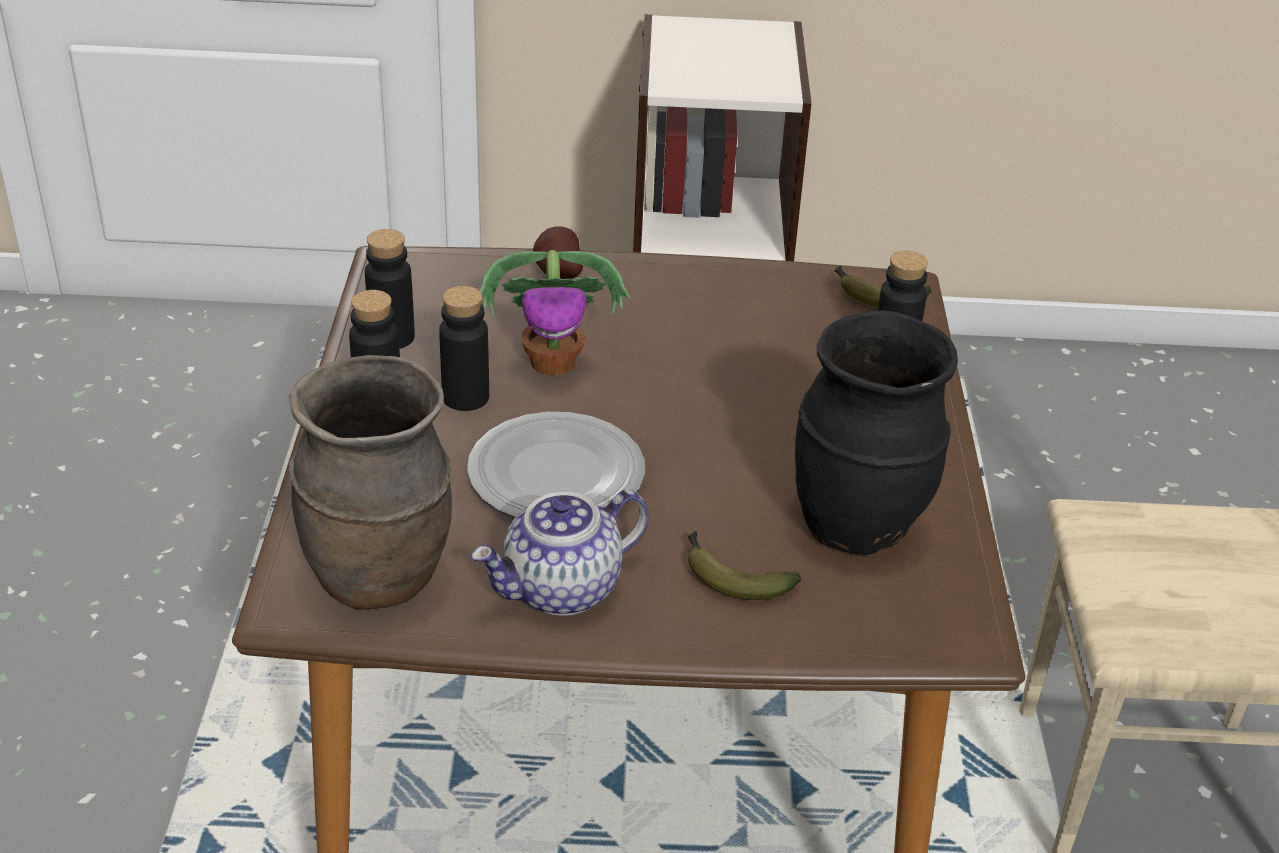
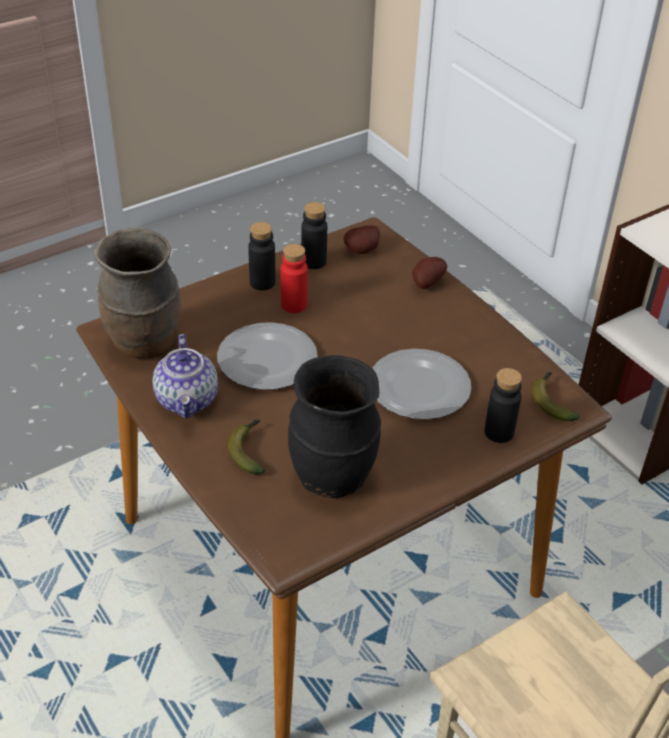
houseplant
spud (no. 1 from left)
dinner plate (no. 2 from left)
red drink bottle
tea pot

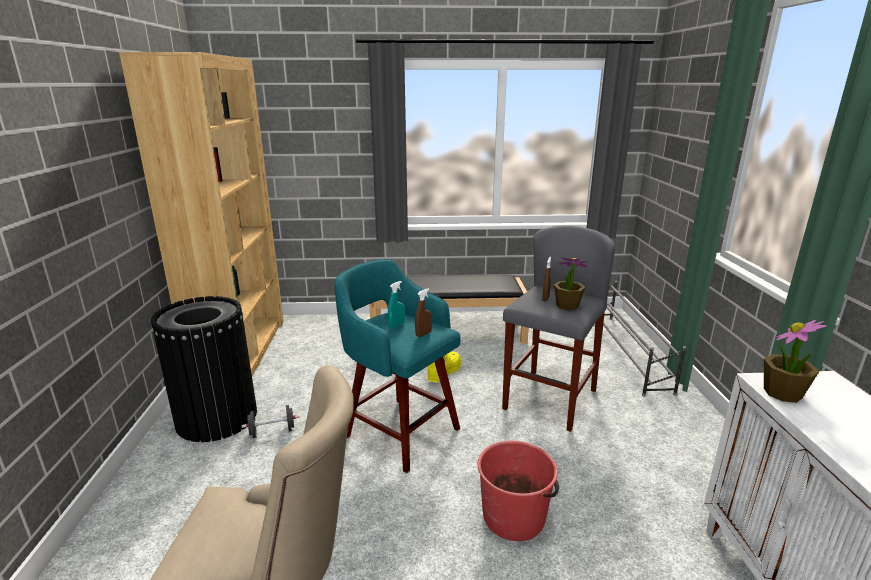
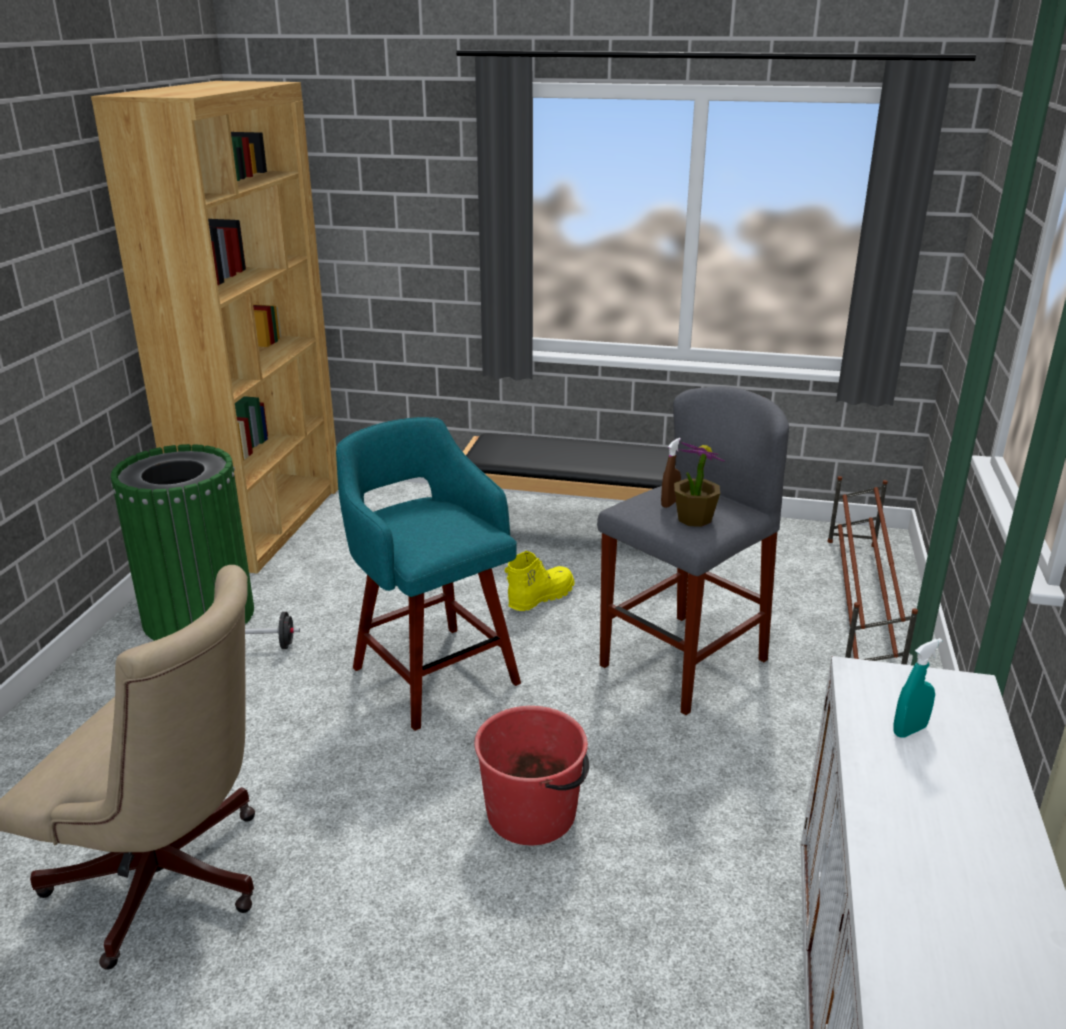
brownish spray bottle (no. 1 from left in the first image)
houseplant (no. 2 from left in the first image)
turquoise-coloured spray bottle
green-coloured rubbish bin
brownish shoe rack

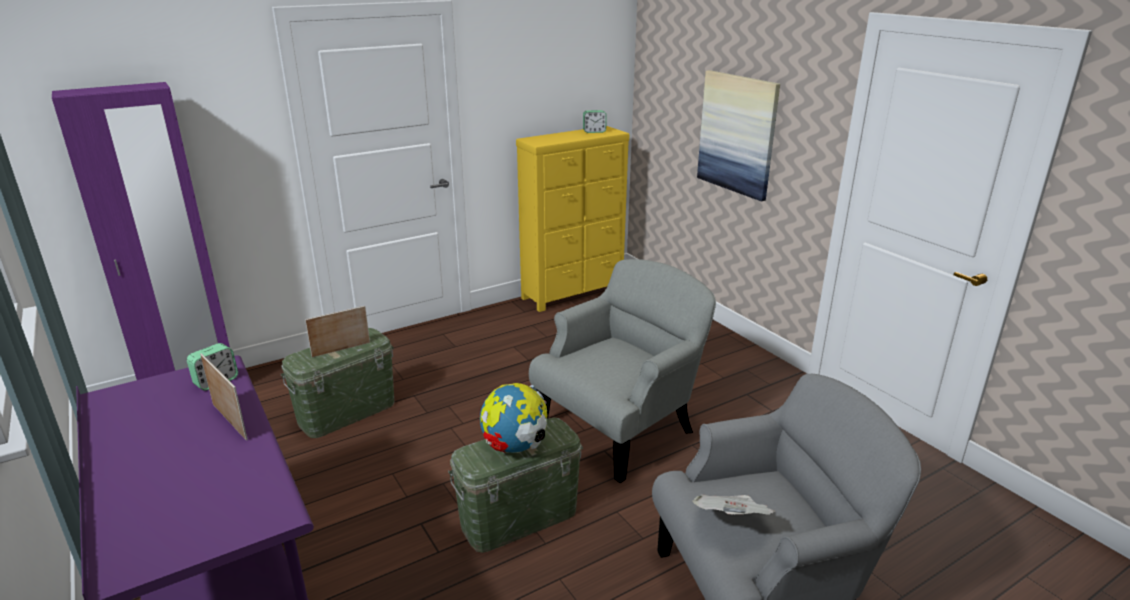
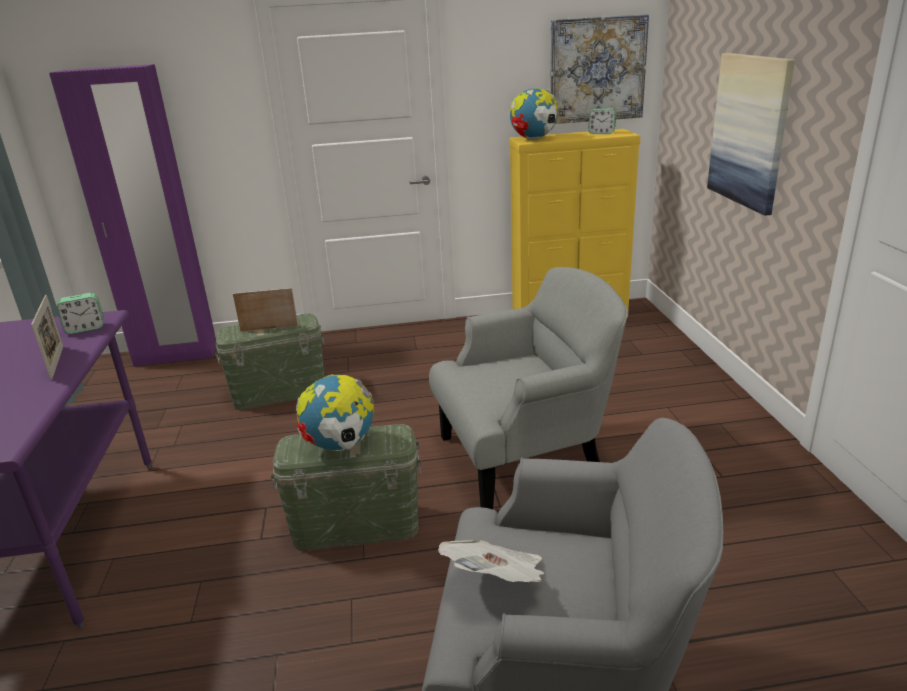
world globe (no. 2 from left)
wall art (no. 1 from left)

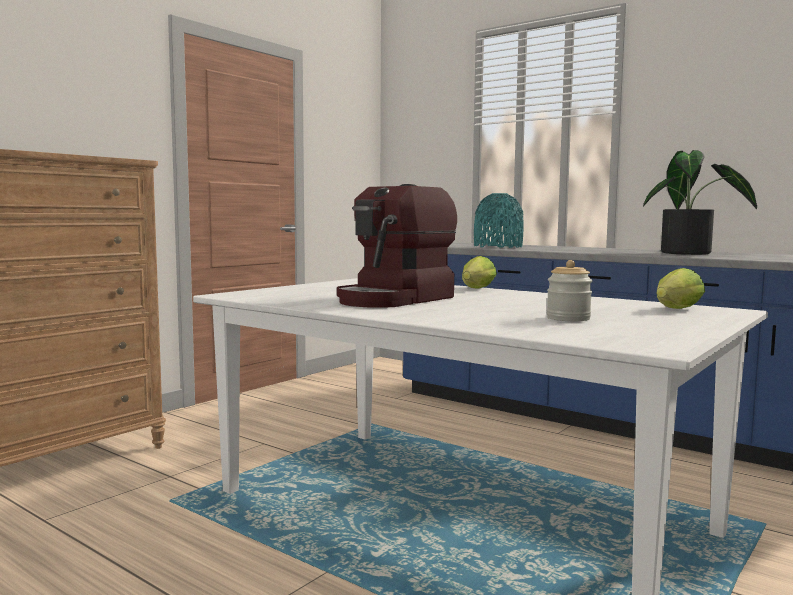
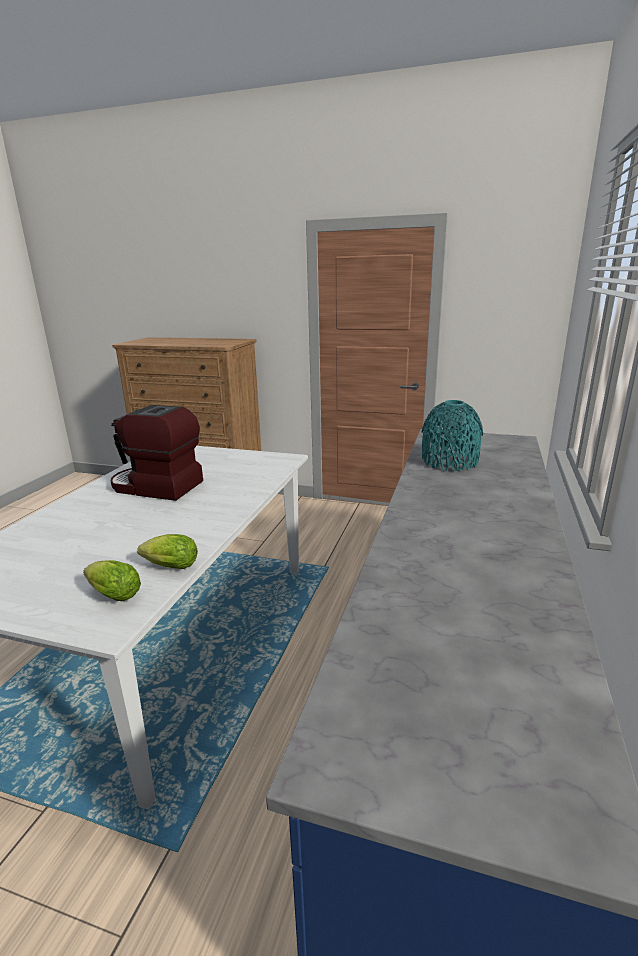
preserve jar
houseplant
lettuce (no. 2 from left)

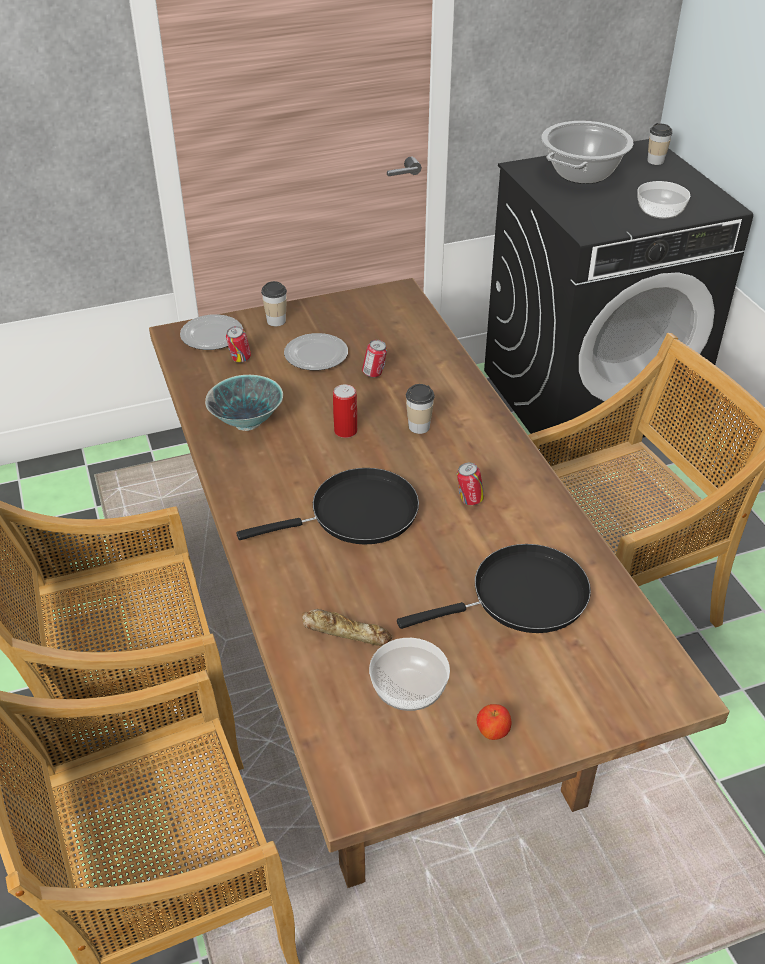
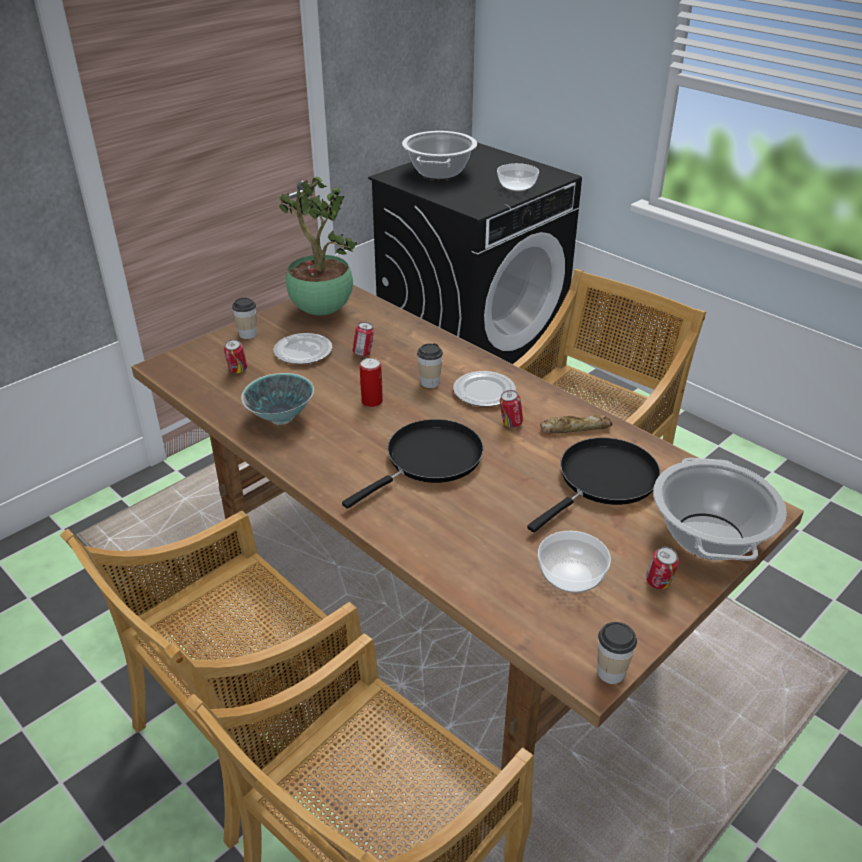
houseplant
cooking pot (no. 2 from left)
dinner plate (no. 2 from left)
baked bread
drinking cup (no. 3 from left)
metal can (no. 5 from left)

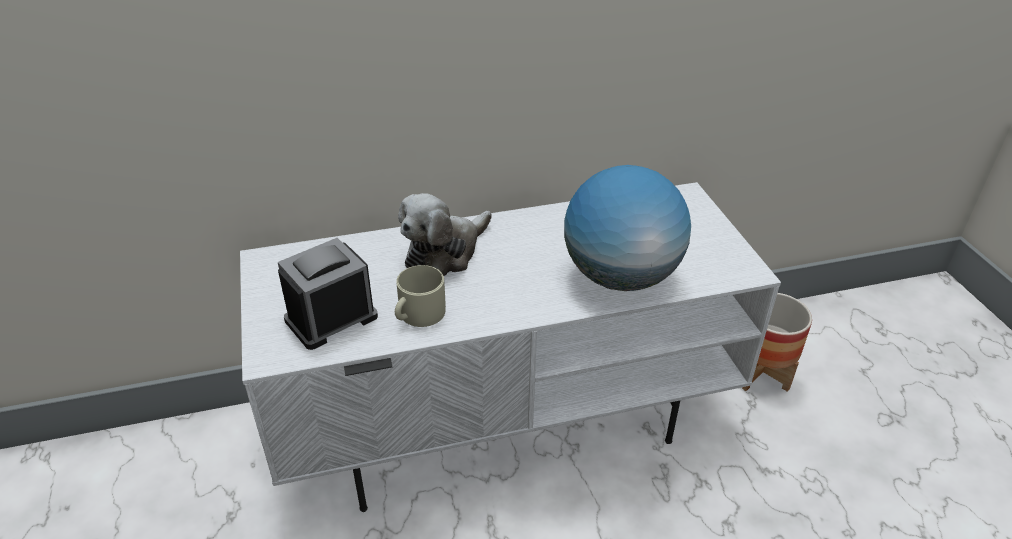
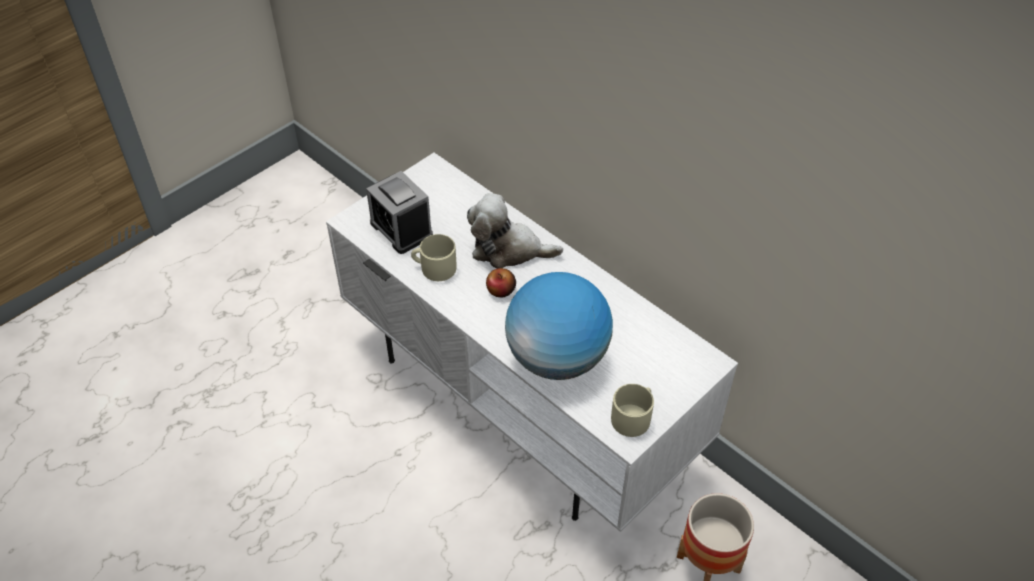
whole apple
beige-coloured mug (no. 2 from left)
alarm clock

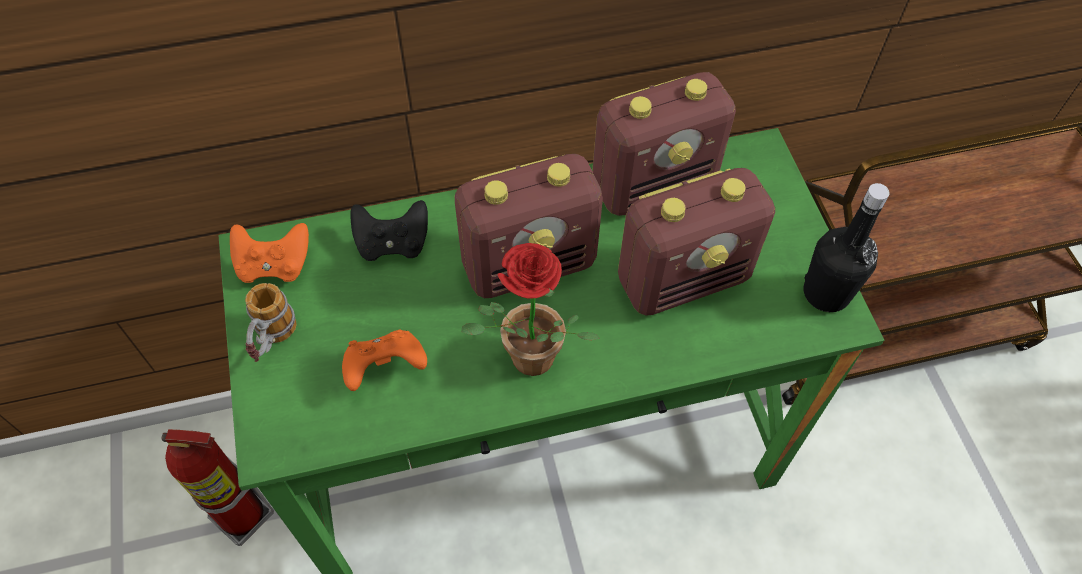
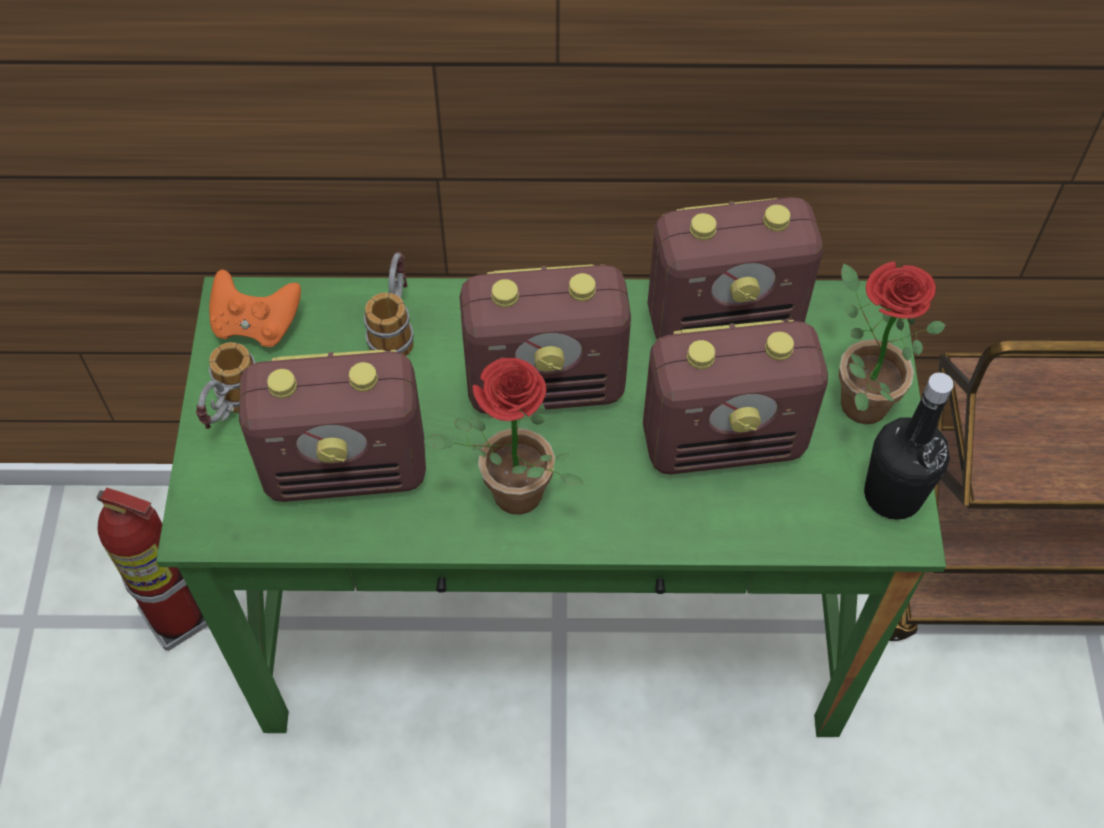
houseplant (no. 2 from left)
radio set (no. 1 from left)
mug (no. 2 from left)

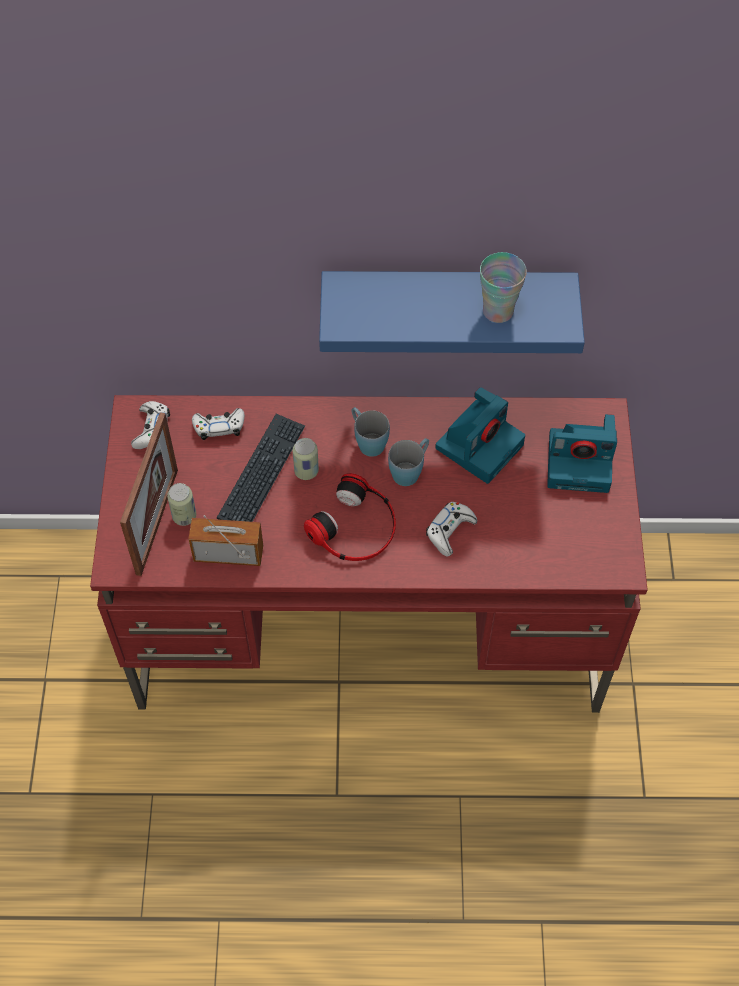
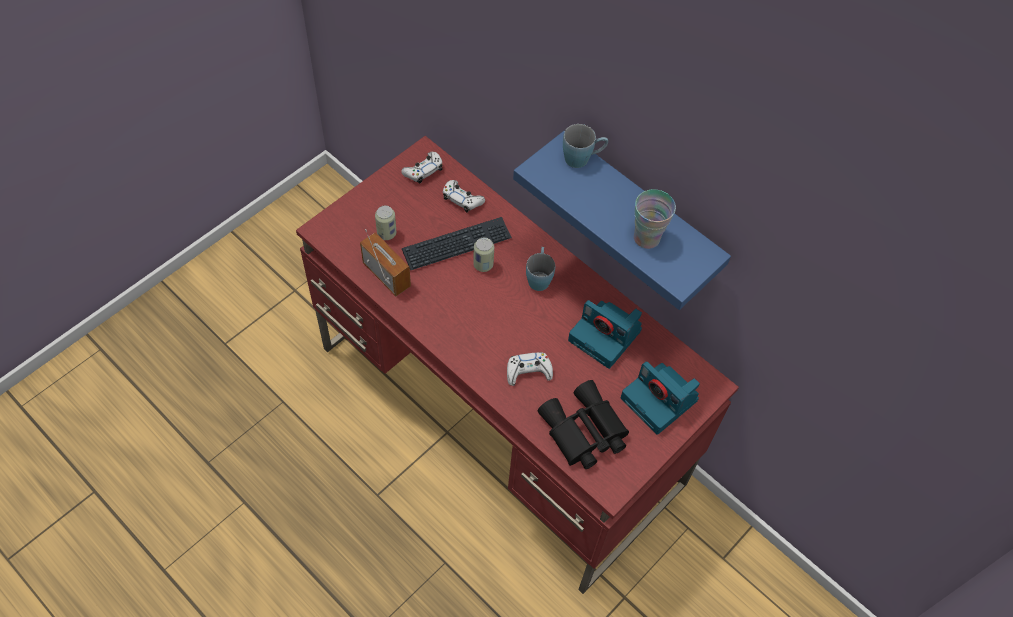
standing frame
pair of headphones
blackish binoculars
bluish mug (no. 2 from left)
photo camera (no. 1 from left)

